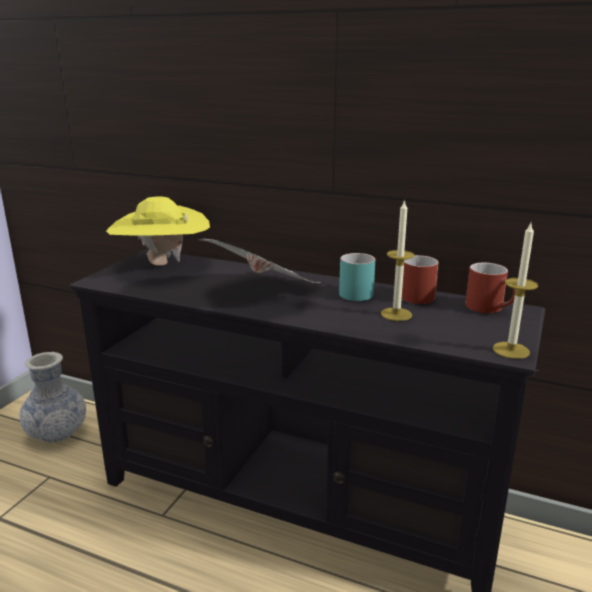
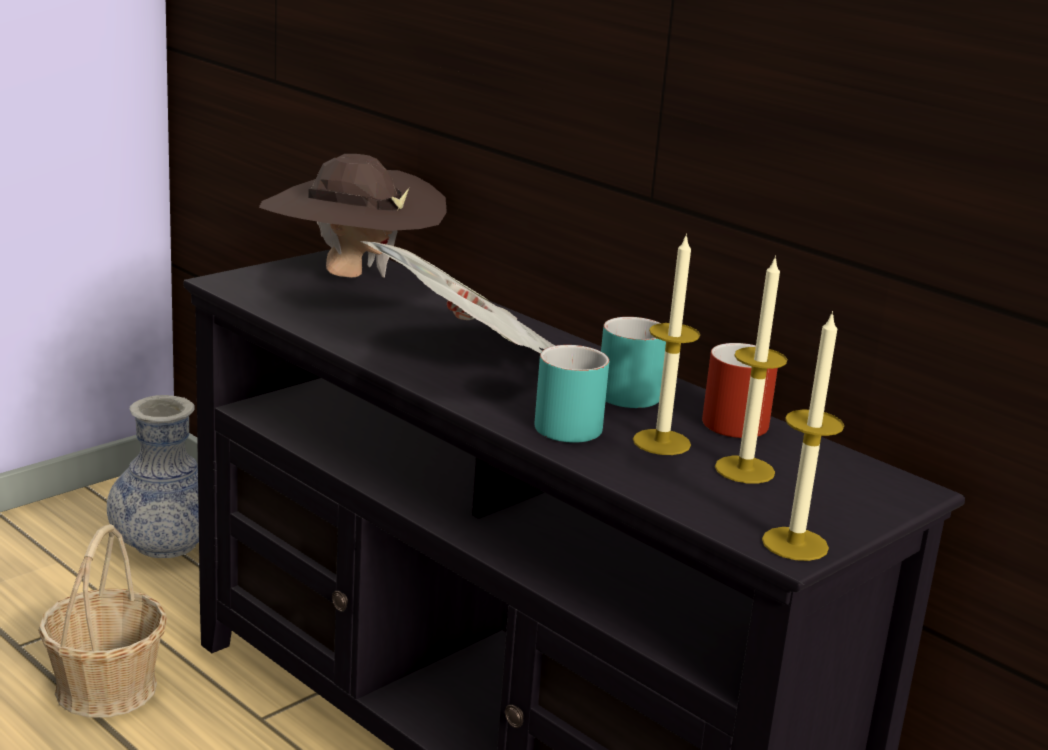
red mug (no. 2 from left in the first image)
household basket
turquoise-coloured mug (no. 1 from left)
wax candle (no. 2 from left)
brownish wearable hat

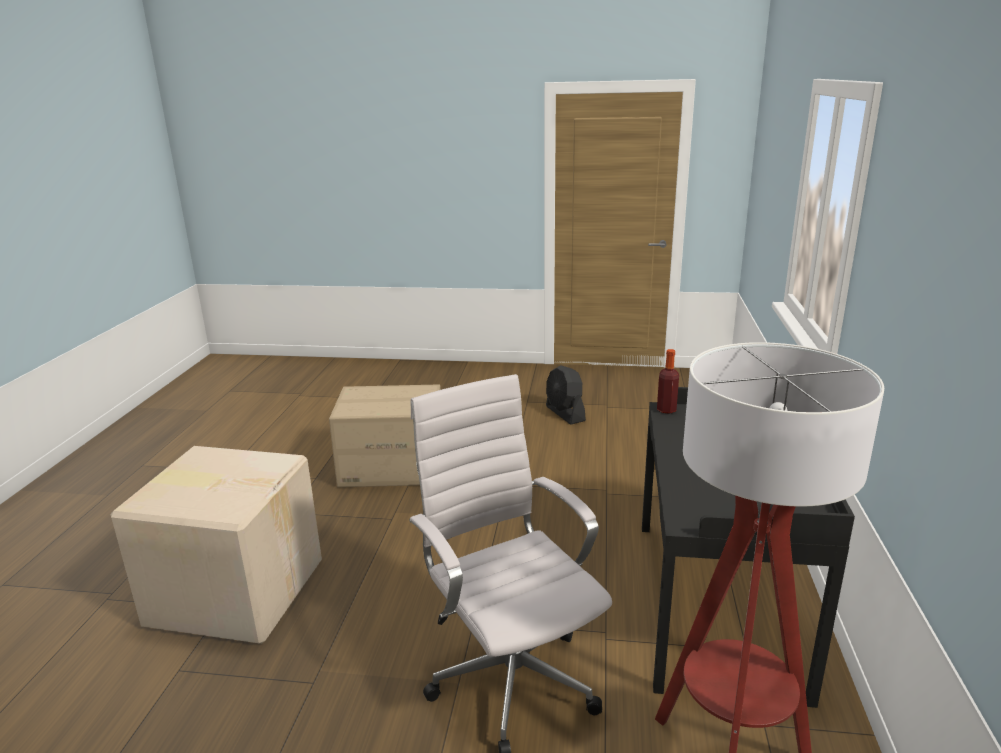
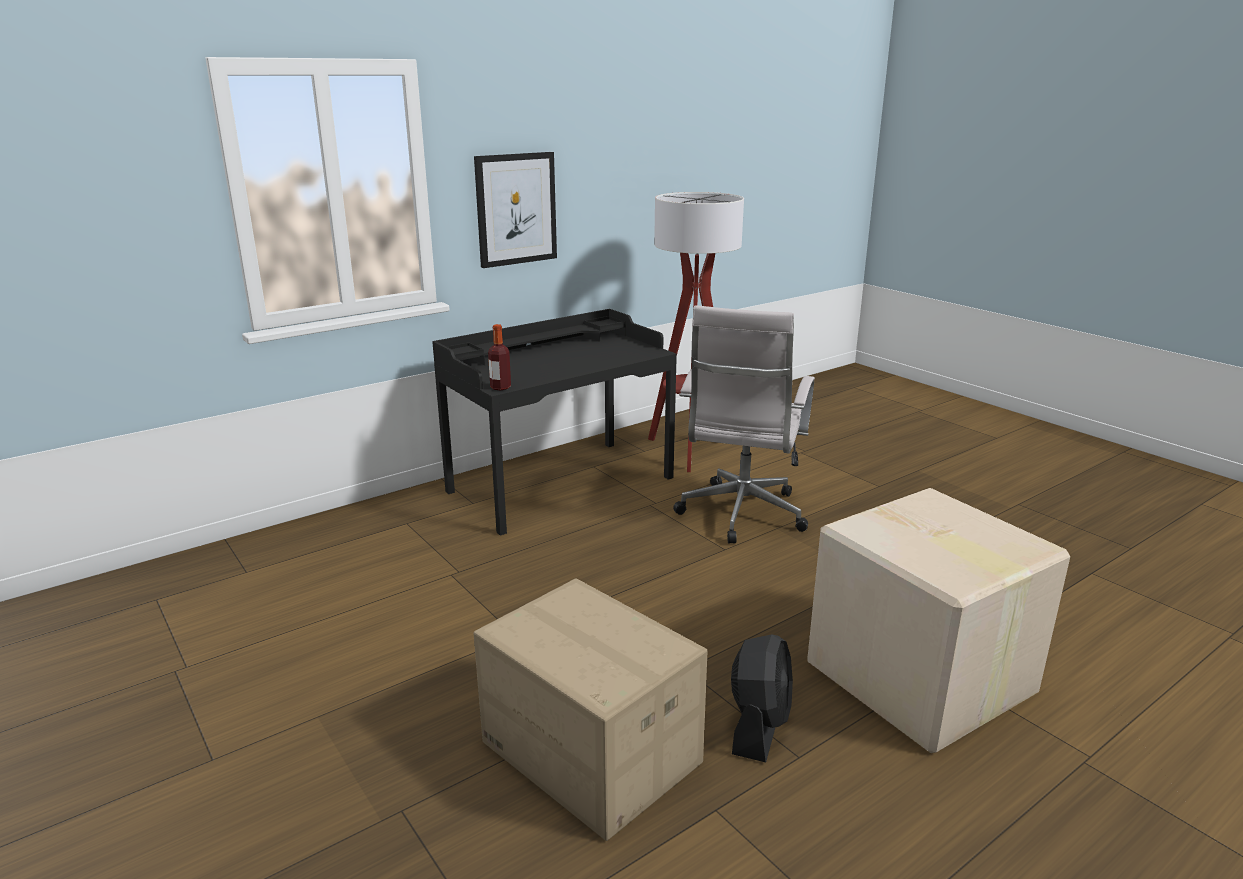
wall art
blackish cooling fan

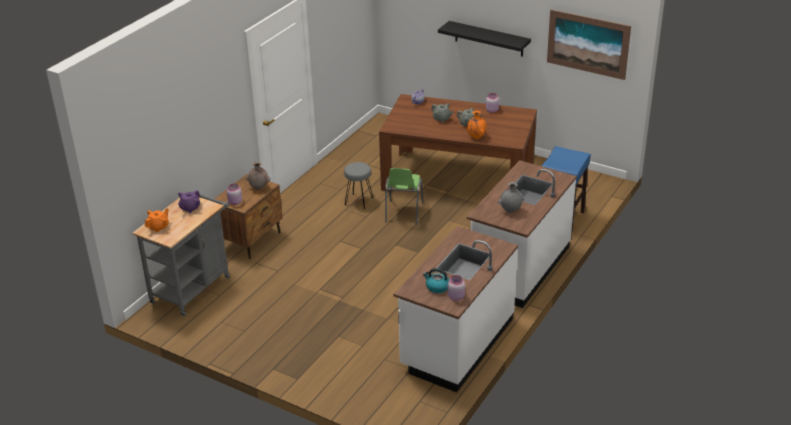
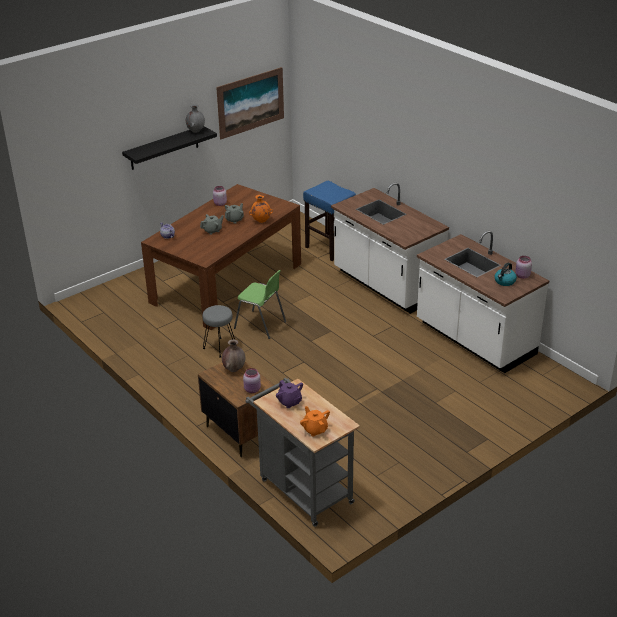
greyish decorative vase

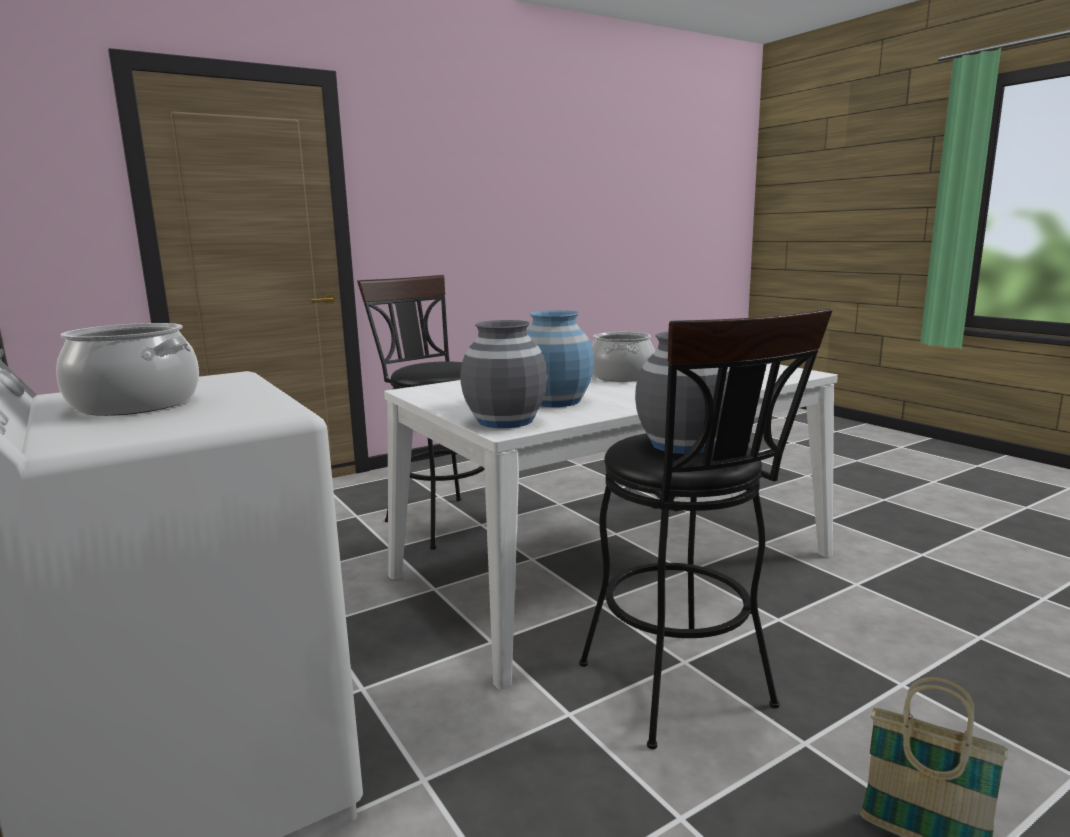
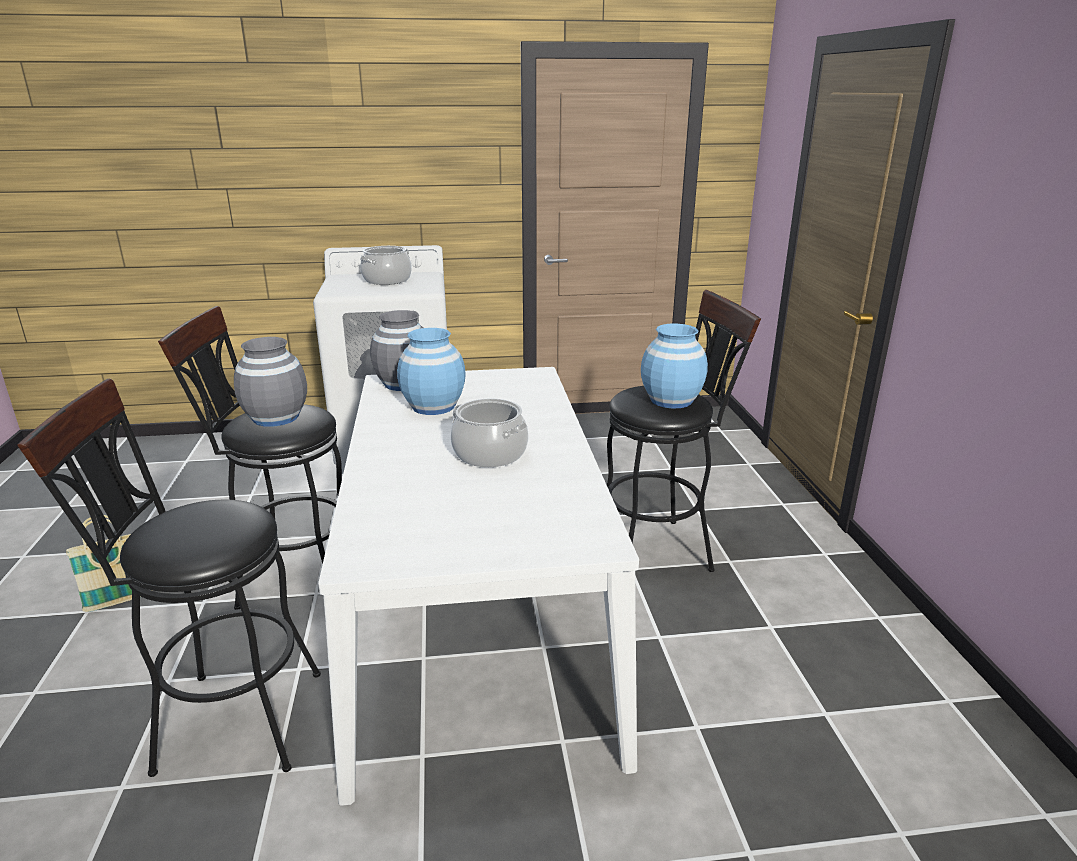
blackish stool seat (no. 1 from left)
bluish decorative vase (no. 2 from left)

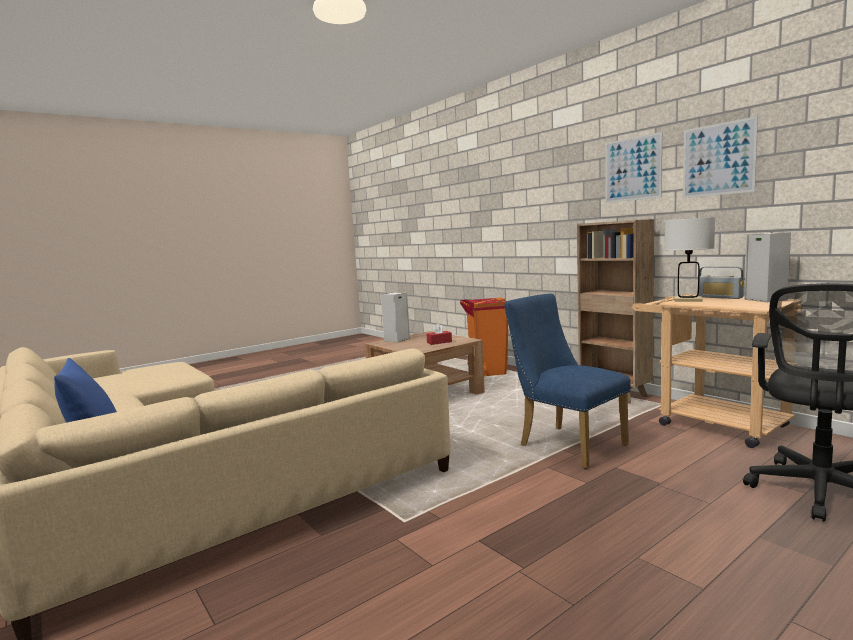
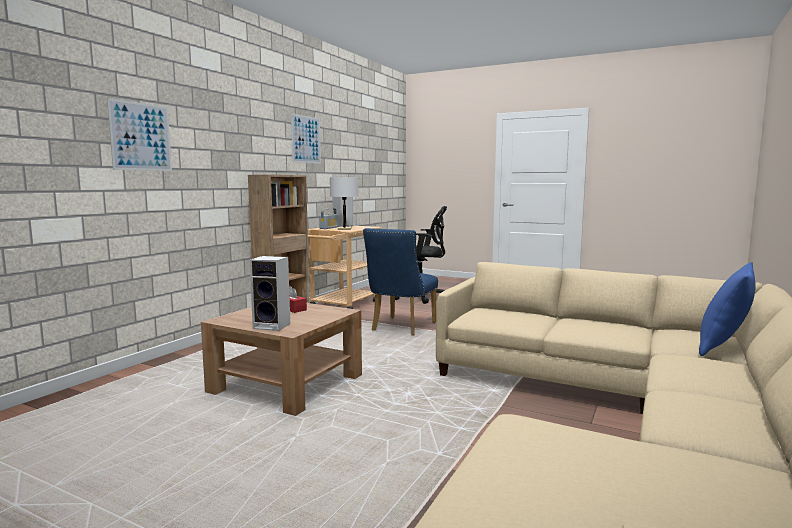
orangey rubbish bin
wall art (no. 1 from left)

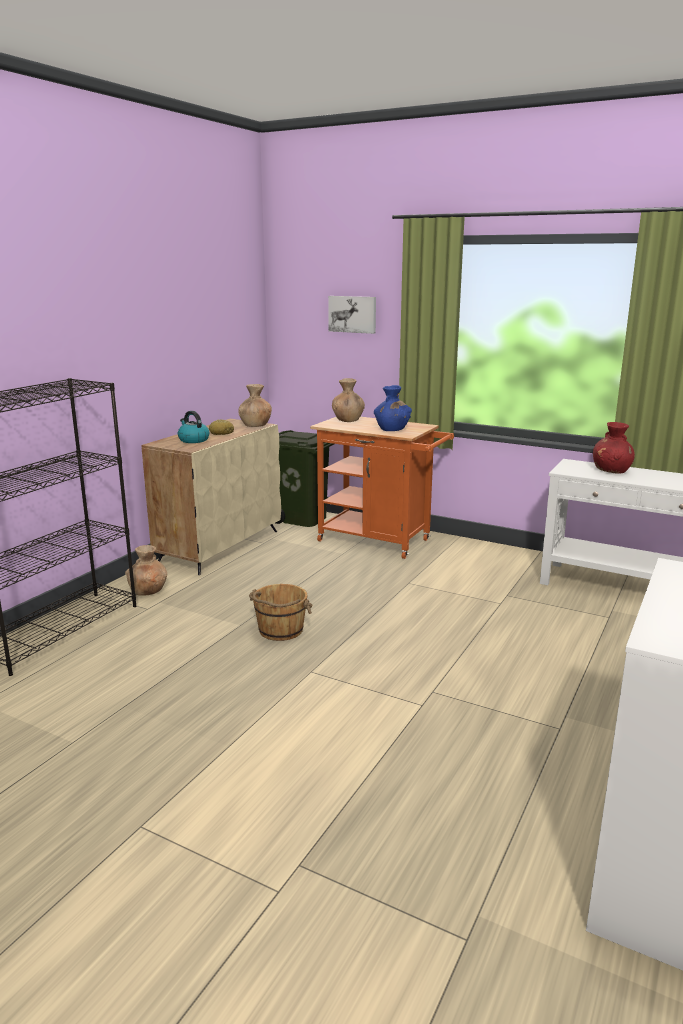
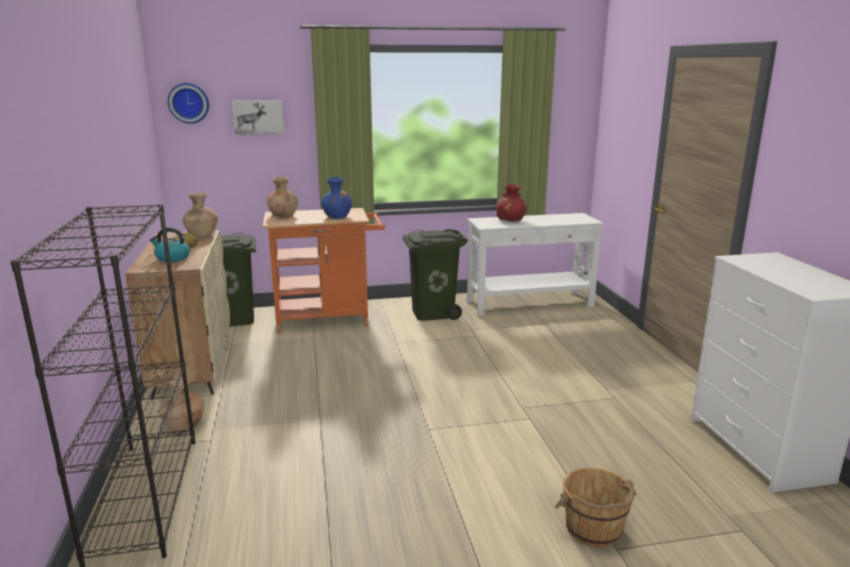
wall clock
green-coloured rubbish bin (no. 2 from left)
brownish bucket

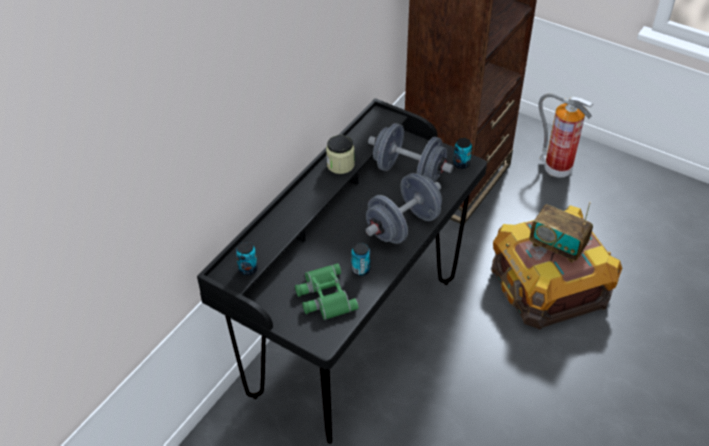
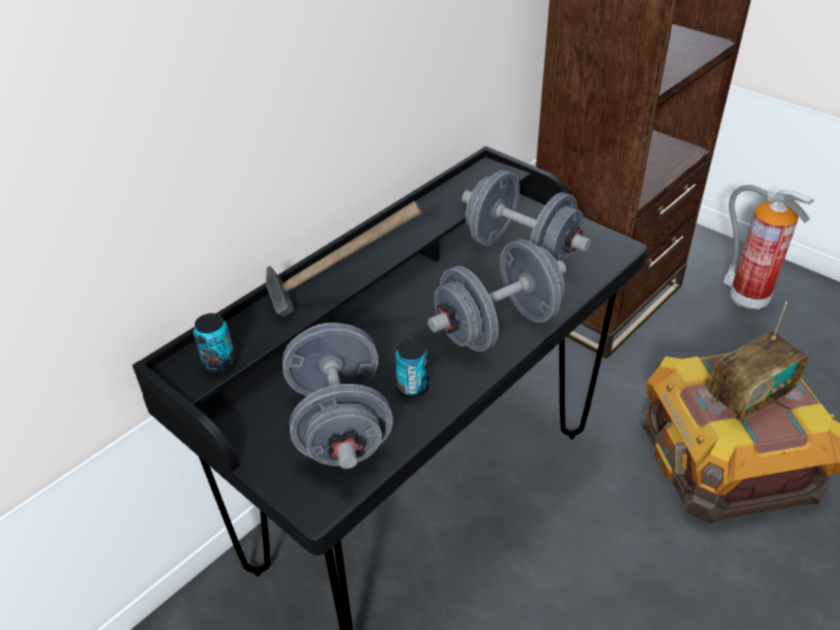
preserve jar
metal can (no. 3 from left in the first image)
hammer
greyish hand weight (no. 1 from left)
radio set

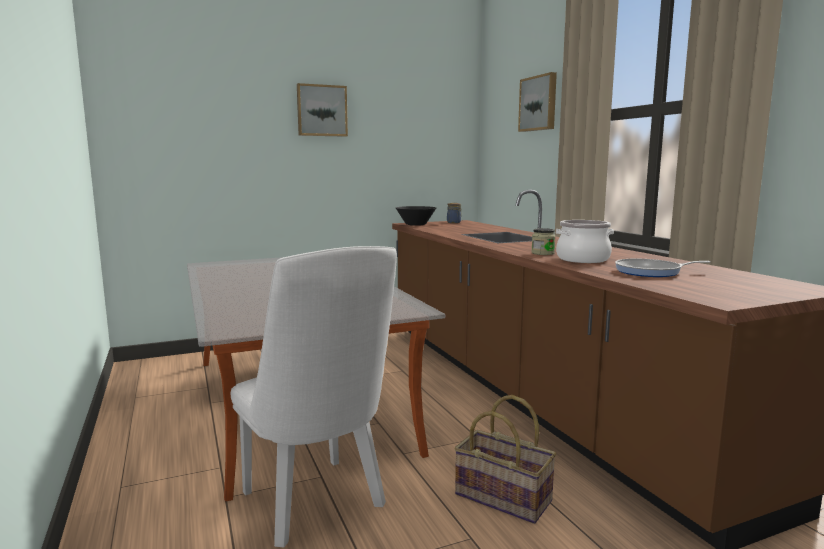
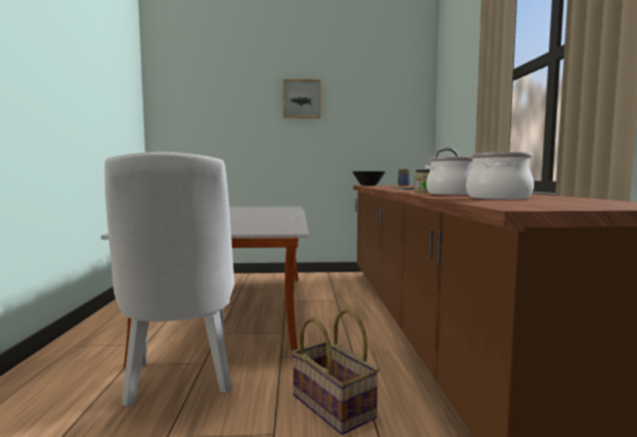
wall art (no. 2 from left in the first image)
cooking pot (no. 2 from left)

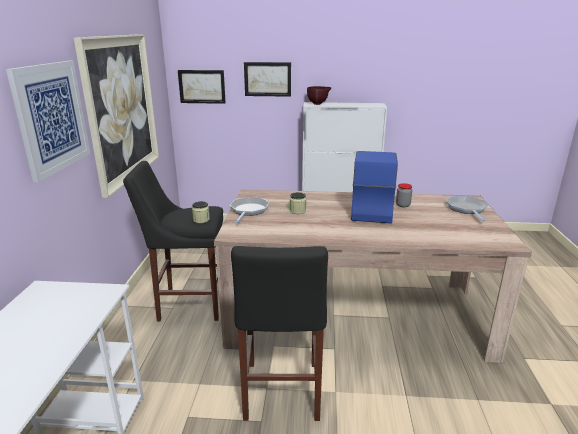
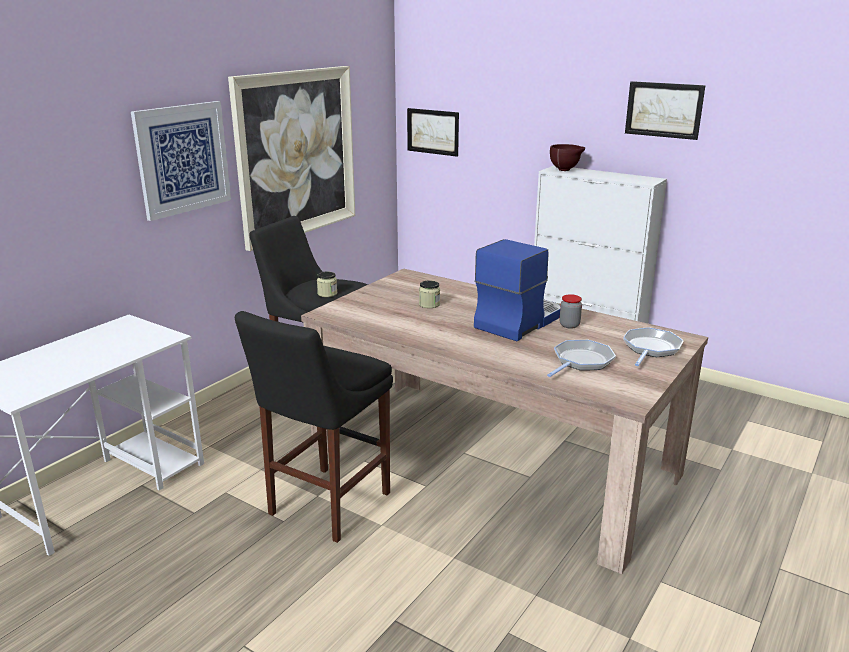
frying pan (no. 1 from left)
wall art (no. 4 from left)

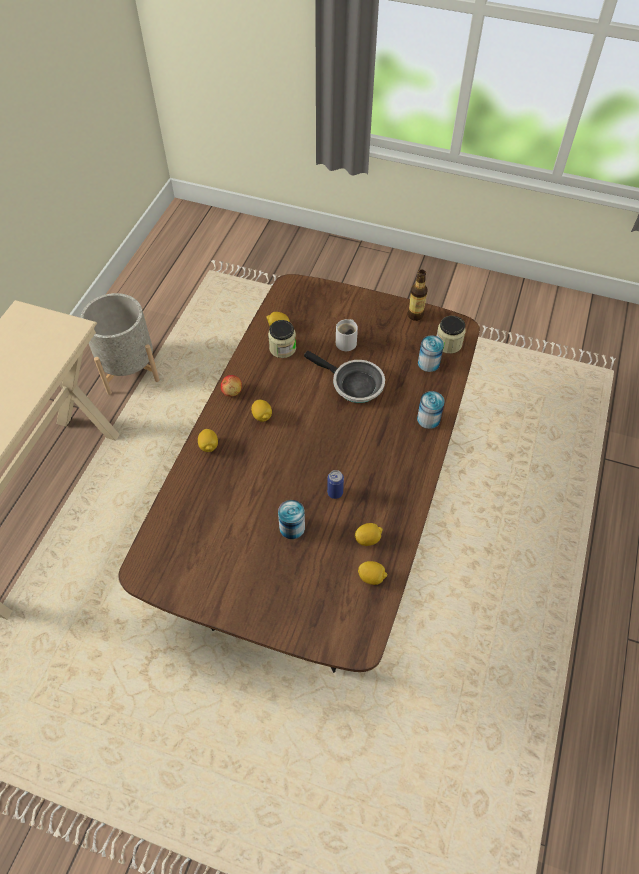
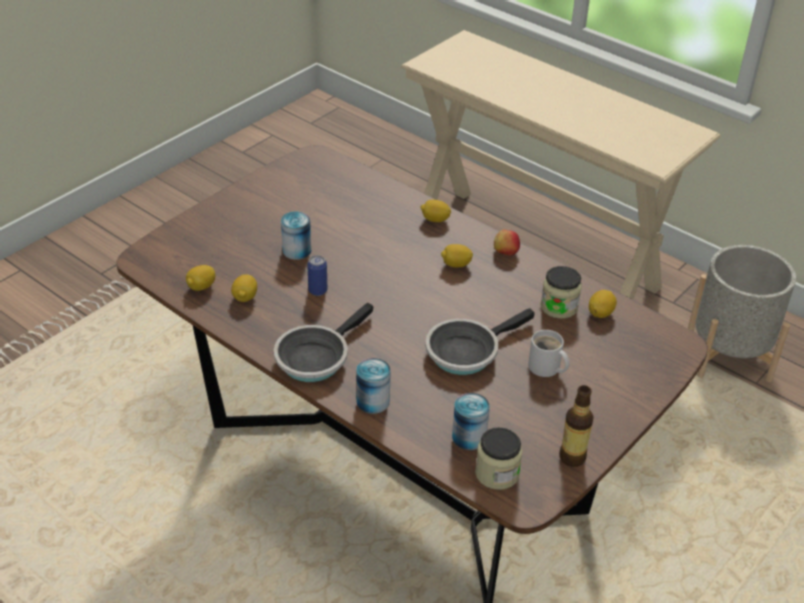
frying pan (no. 1 from left)

